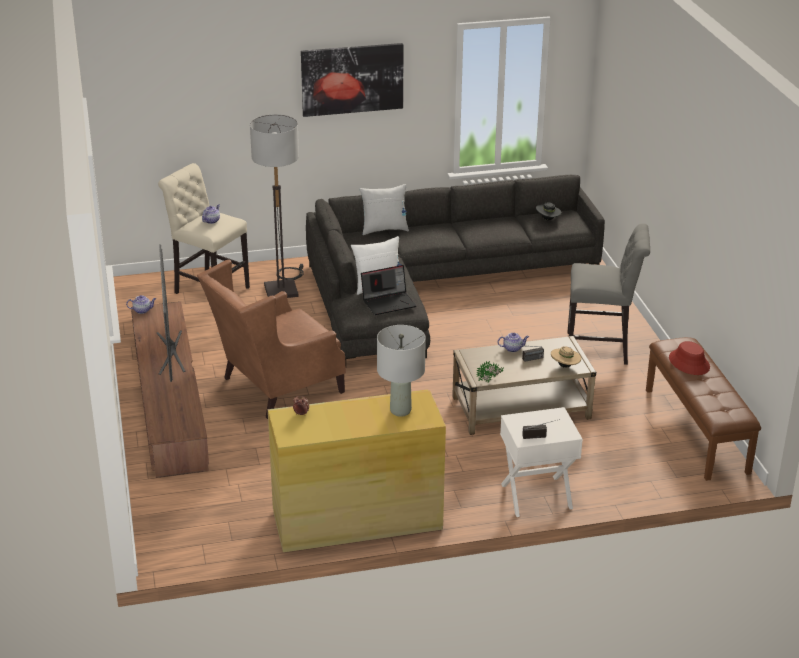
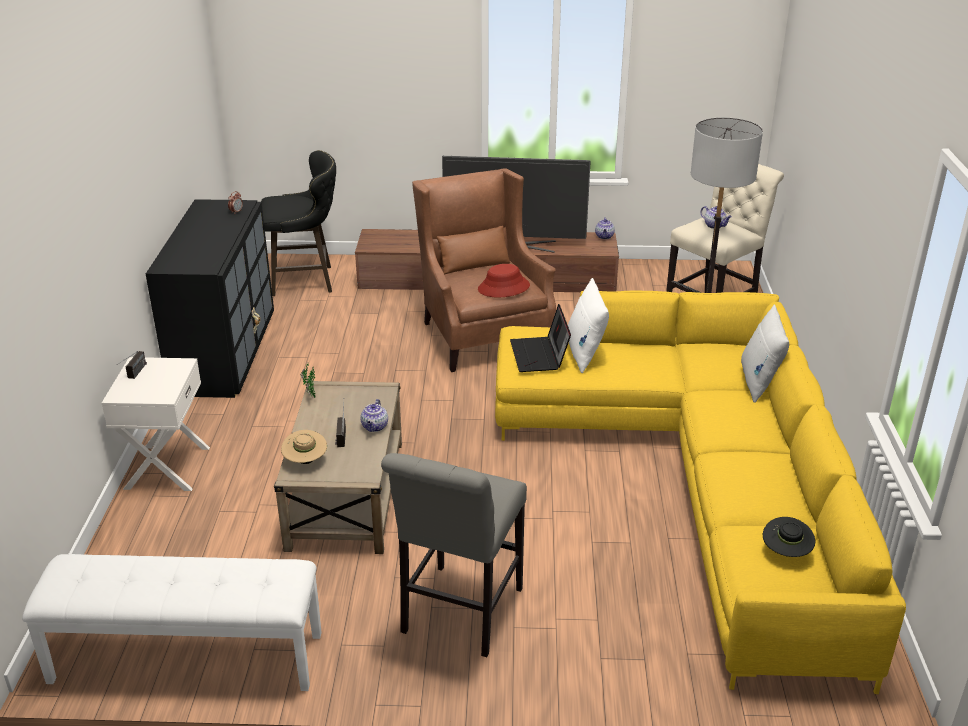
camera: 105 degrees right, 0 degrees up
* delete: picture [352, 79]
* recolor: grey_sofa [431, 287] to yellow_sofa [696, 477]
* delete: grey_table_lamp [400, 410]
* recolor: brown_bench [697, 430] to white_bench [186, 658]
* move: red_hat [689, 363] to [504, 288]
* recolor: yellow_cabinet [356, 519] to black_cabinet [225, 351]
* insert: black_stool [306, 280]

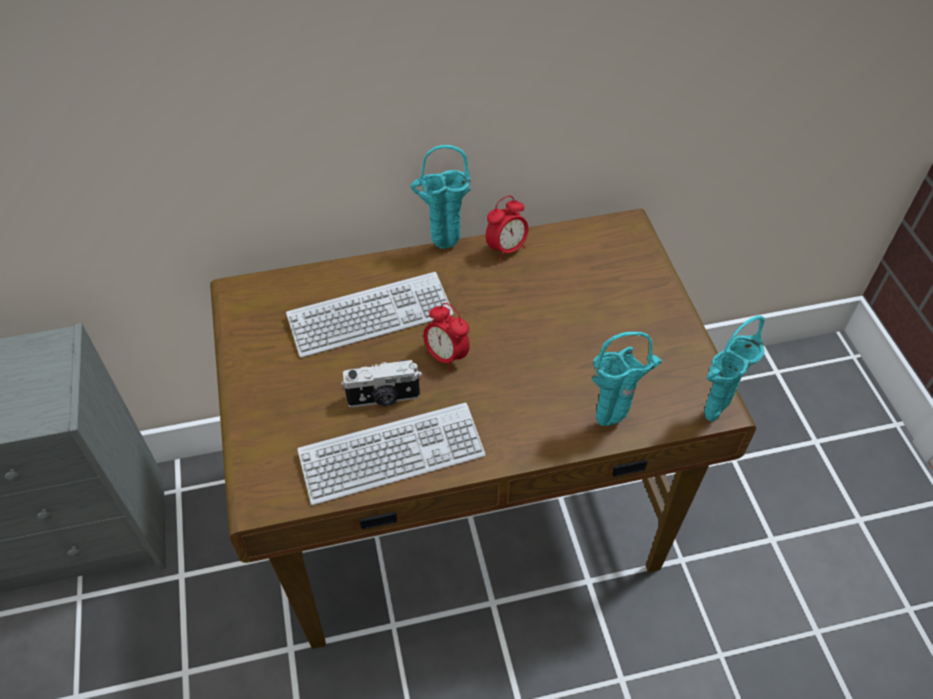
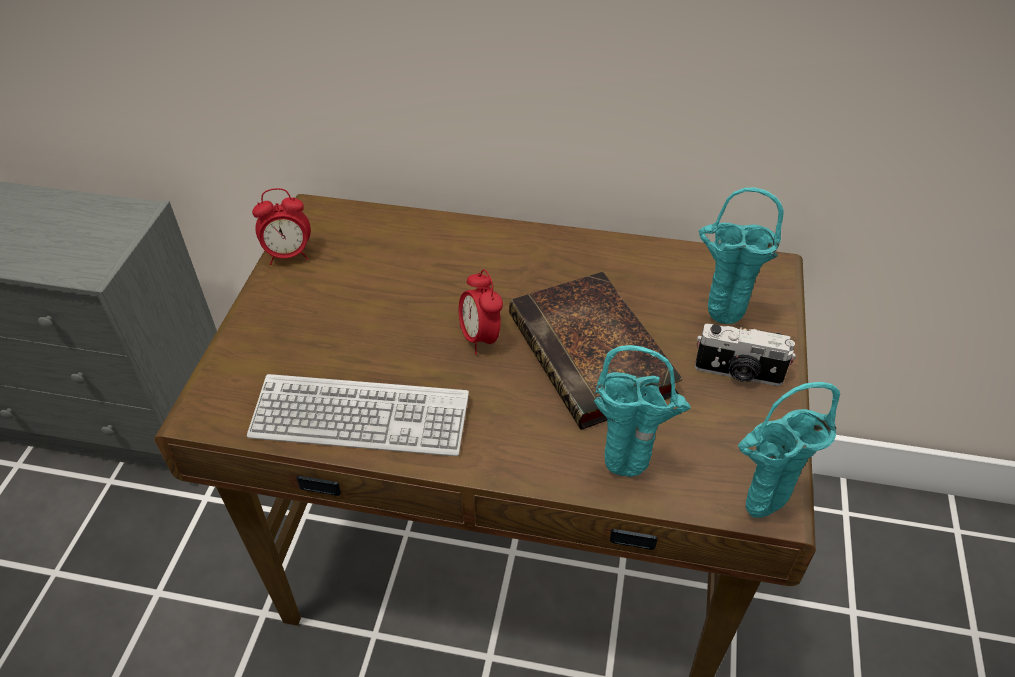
camera: 25 degrees right, 5 degrees down
* move: turquoise_vase [442, 247] to [719, 321]
* move: alarm_clock [506, 249] to [289, 255]
* delete: keyboard [370, 316]
* move: photo_camera [384, 398] to [738, 373]
* insert: book [594, 358]

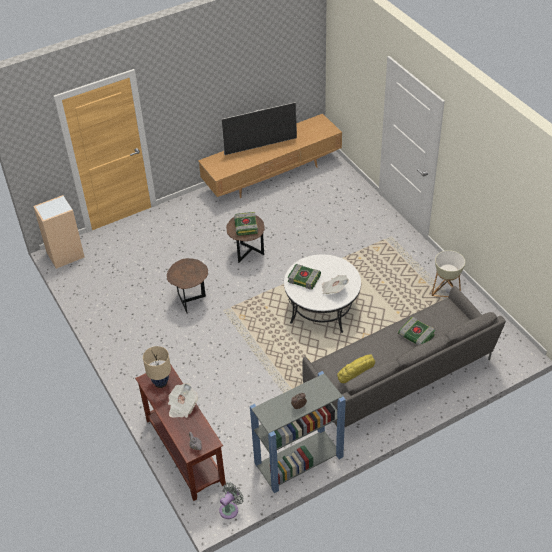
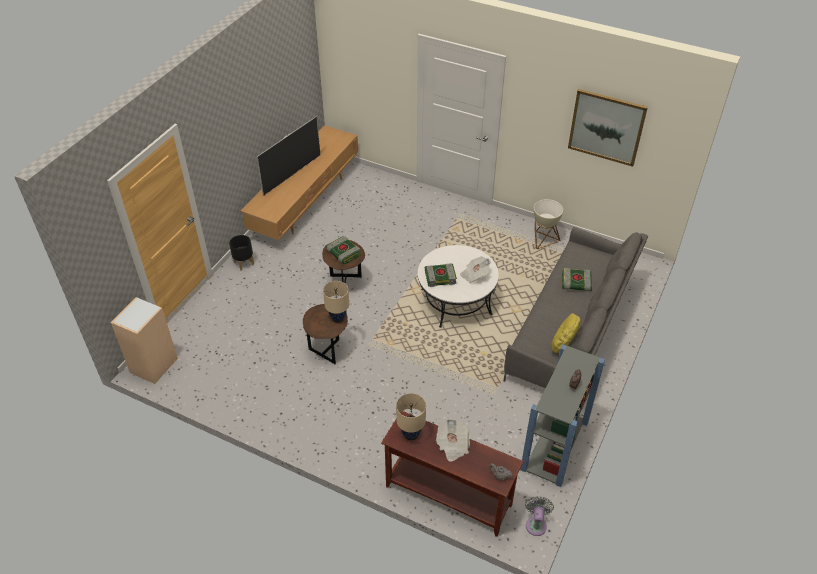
camera: 35 degrees left, 0 degrees up
* insert: picture [606, 127]
* insert: black_planter [243, 263]
* insert: beige_table_lamp [338, 318]

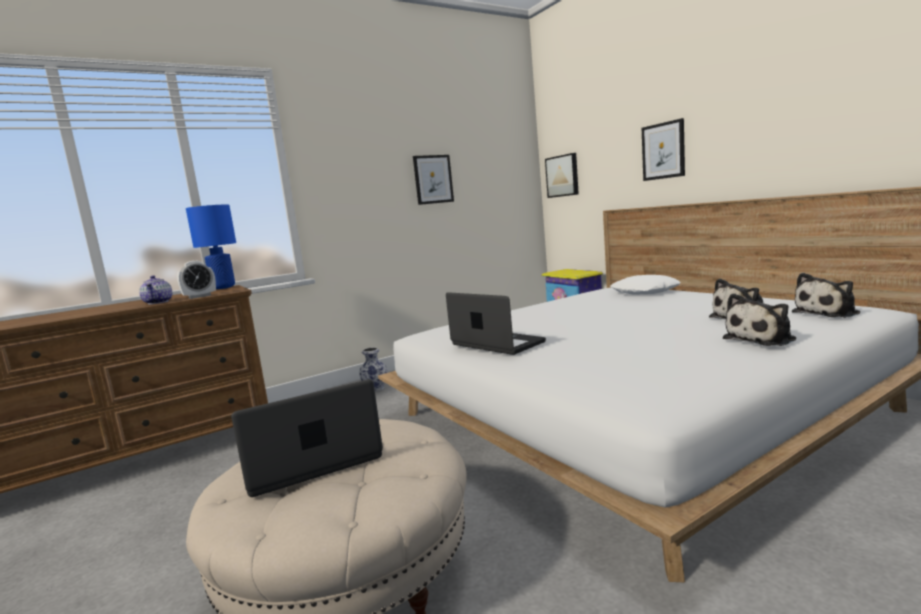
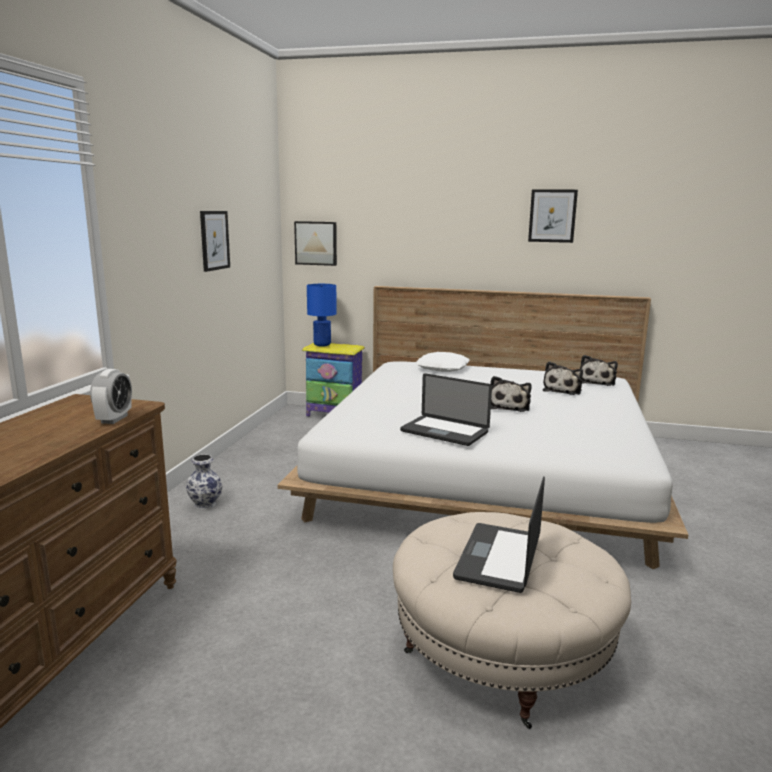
camera: 45 degrees left, 5 degrees up
* move: picture [663, 151] to [552, 216]
* move: blue_table_lamp [223, 288] to [322, 345]
* delete: teapot [158, 302]
* rotate: laptop [497, 343] = [444, 432] 150 degrees counterclockwise
* move: plush_toy [762, 339] to [509, 406]

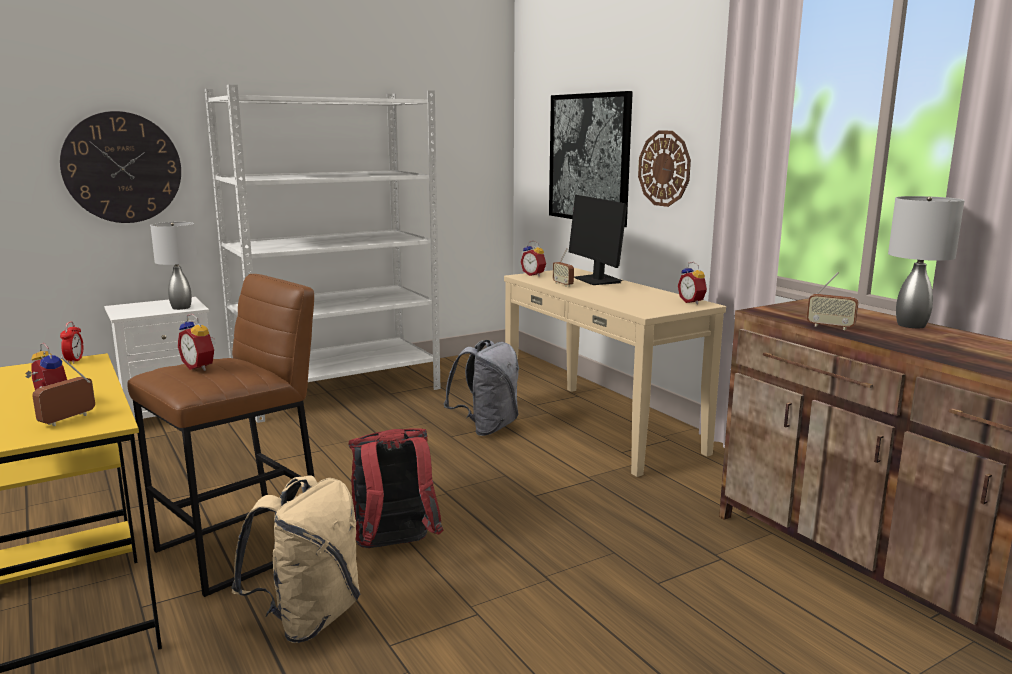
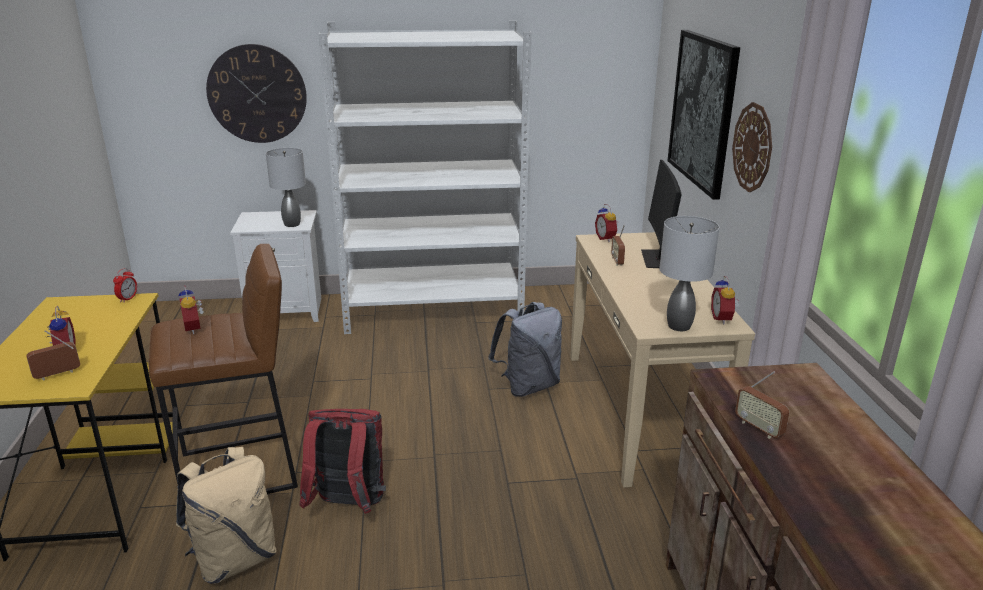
camera: 25 degrees right, 10 degrees up
* move: grey_table_lamp [912, 325] to [680, 326]

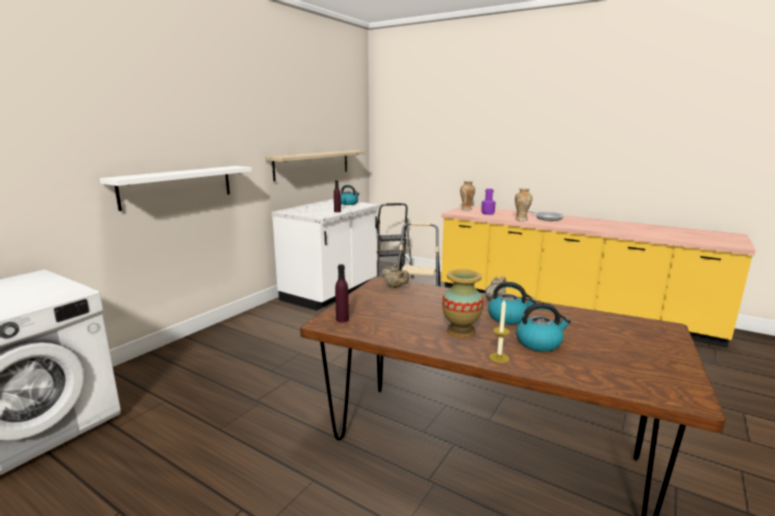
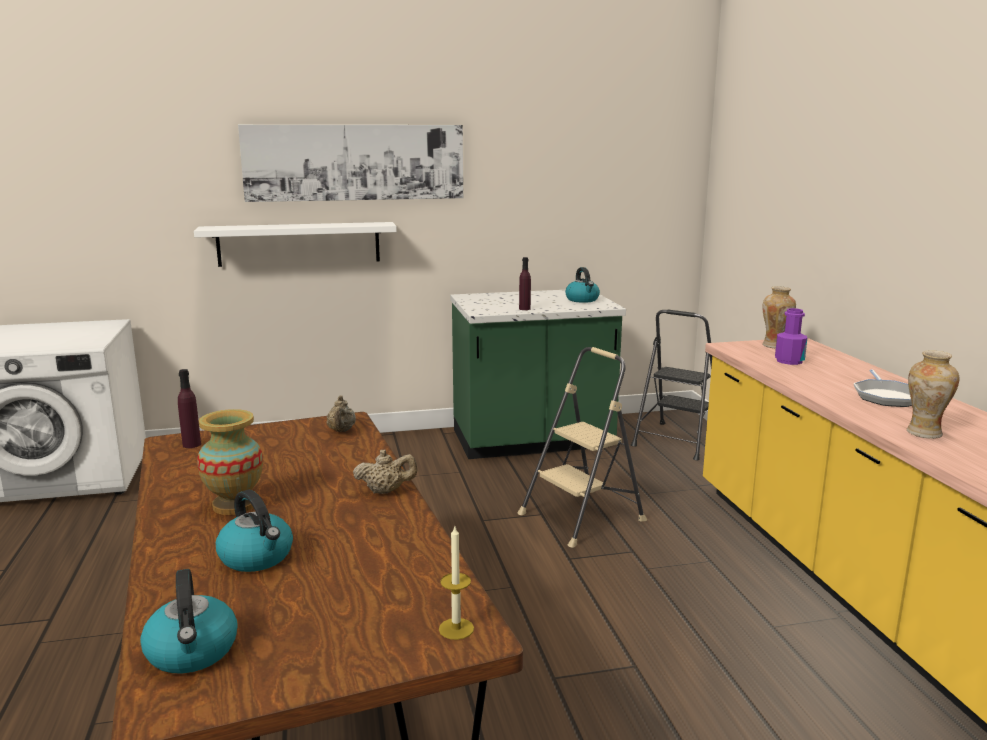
camera: 45 degrees right, 0 degrees up
* delete: shelf [312, 164]
* move: vase [521, 220] to [924, 433]
* recolor: white_counter [331, 292] to green_counter [532, 441]
* move: kettle [508, 318] to [192, 652]
* move: candle [499, 358] to [456, 629]
* insert: picture [355, 162]

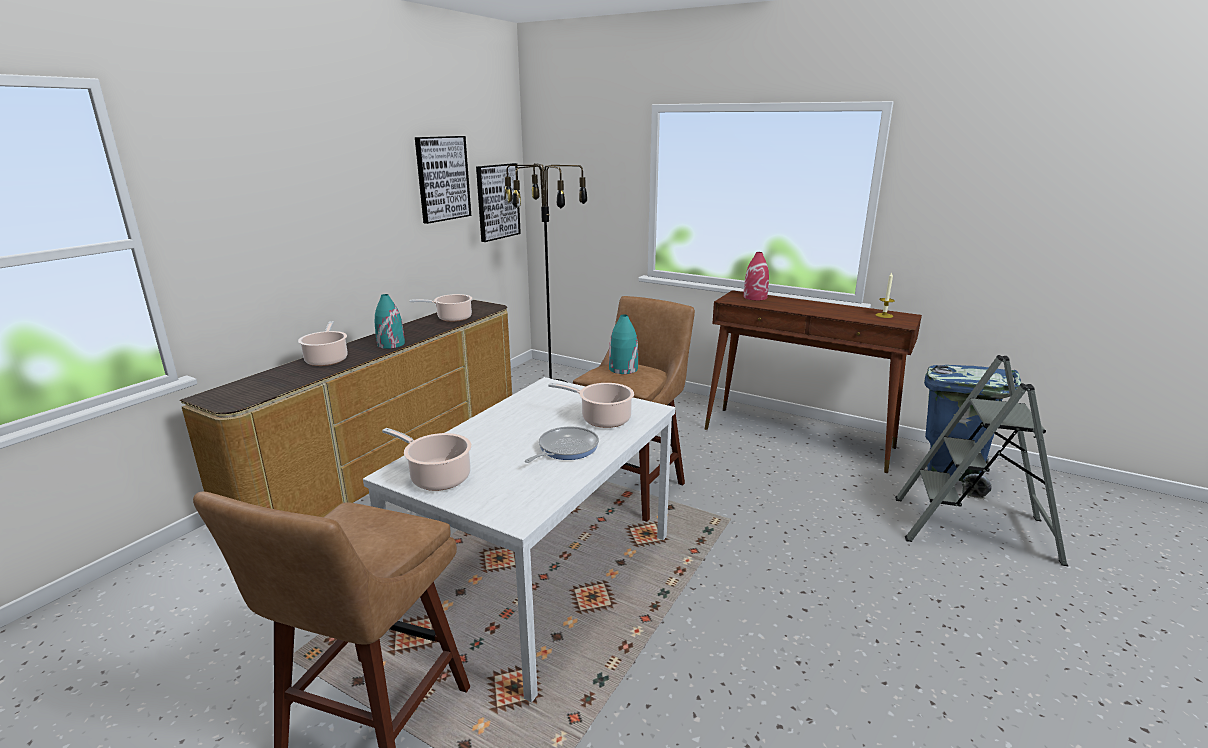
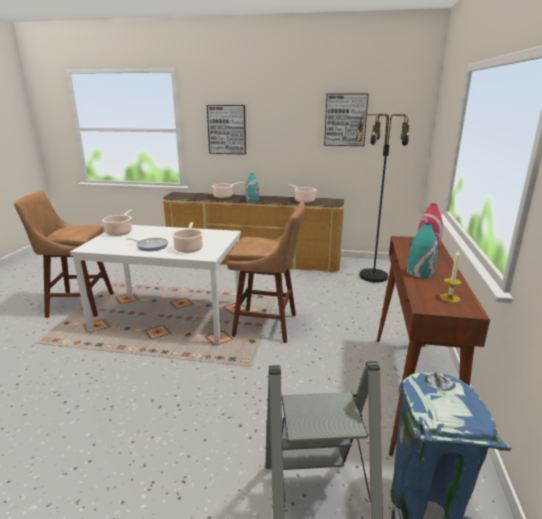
camera: 70 degrees right, 0 degrees up
* move: picture [497, 201] to [227, 129]
* move: turquoise_vase [623, 369] to [420, 272]

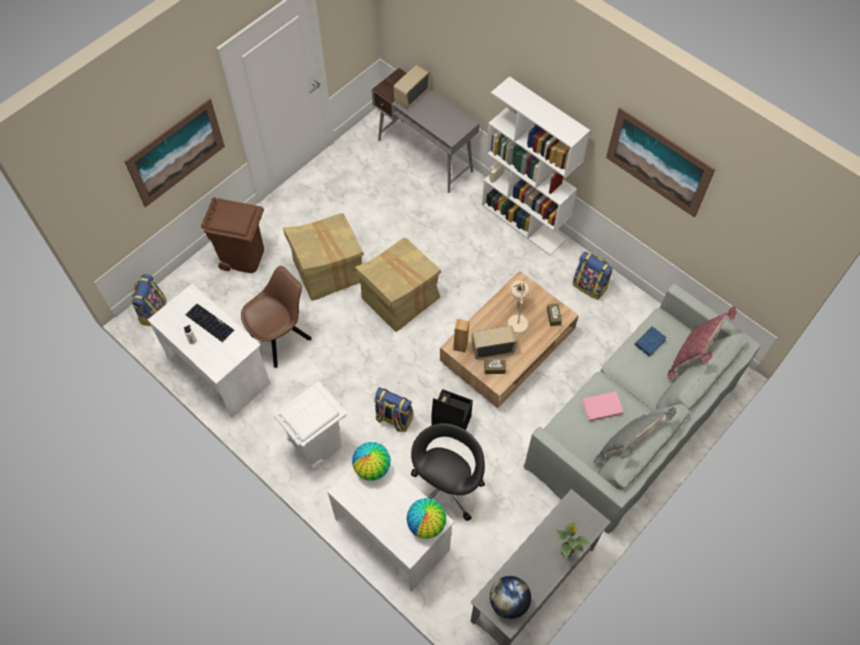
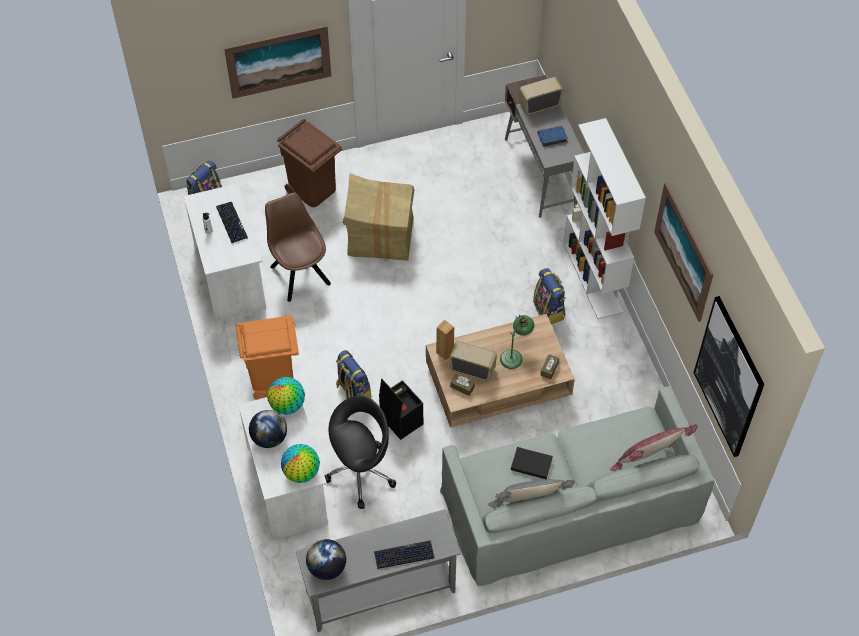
camera: 30 degrees right, 5 degrees down
* delete: cardboard_box [400, 298]
* move: backpack [590, 286] to [549, 310]
* rotate: brown_chair [280, 338] = [299, 275] 105 degrees counterclockwise
* recolor: beige_table_lamp [517, 315] to green_table_lamp [515, 351]
* move: blue_book [650, 343] to [552, 137]
* recolor: white_trash_can [317, 443] to orange_trash_can [273, 378]
* recolor: pink_book [602, 406] to black_book [532, 463]
* replace: potted_plant [566, 551] to keyboard [404, 555]
* insert: picture [729, 377]
* insert: globe [269, 438]

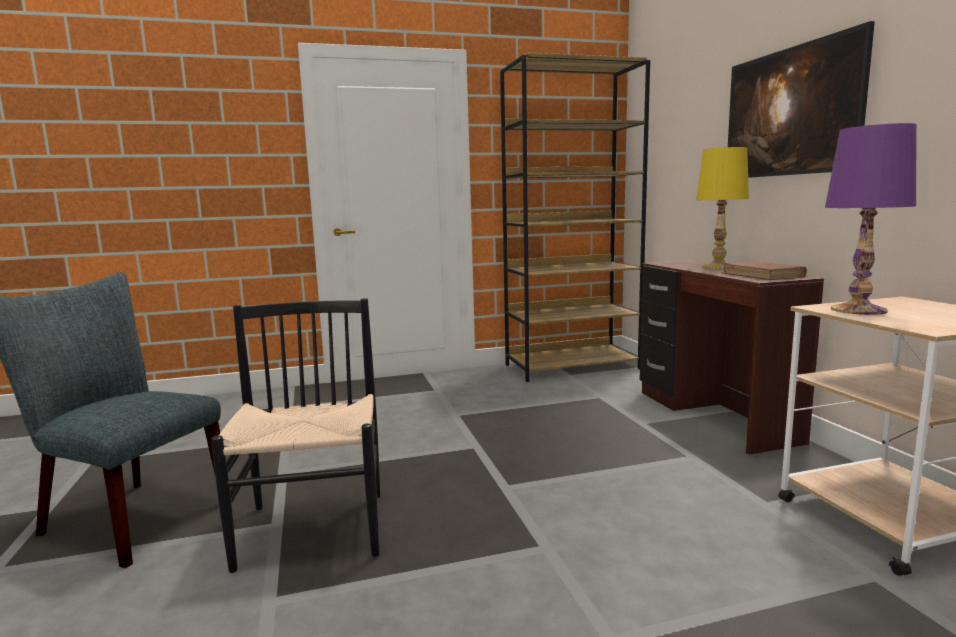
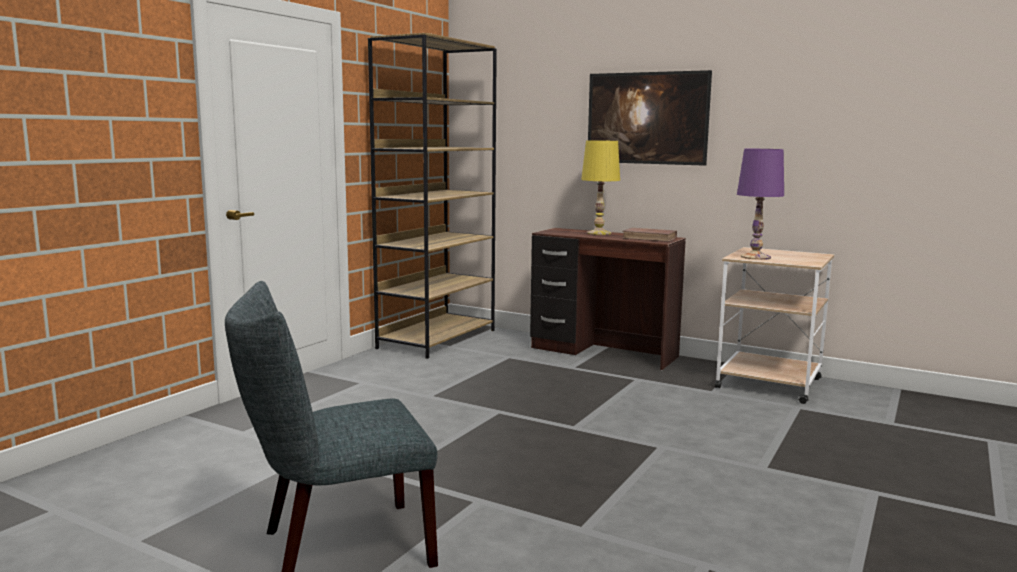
camera: 45 degrees left, 0 degrees up
* delete: black_chair [314, 526]

